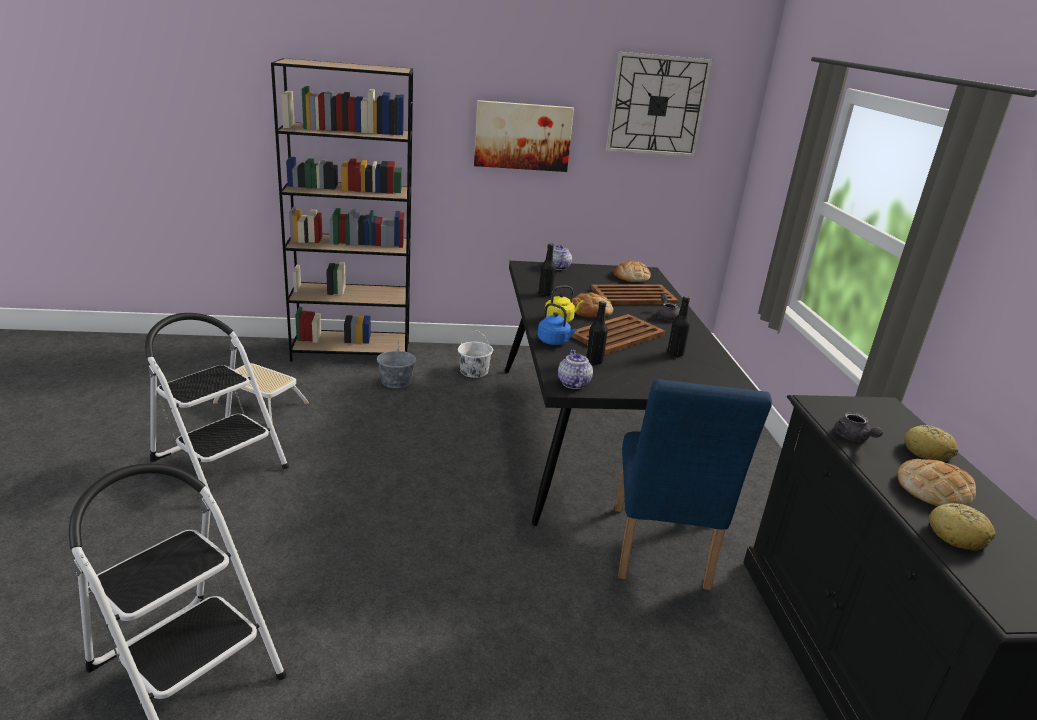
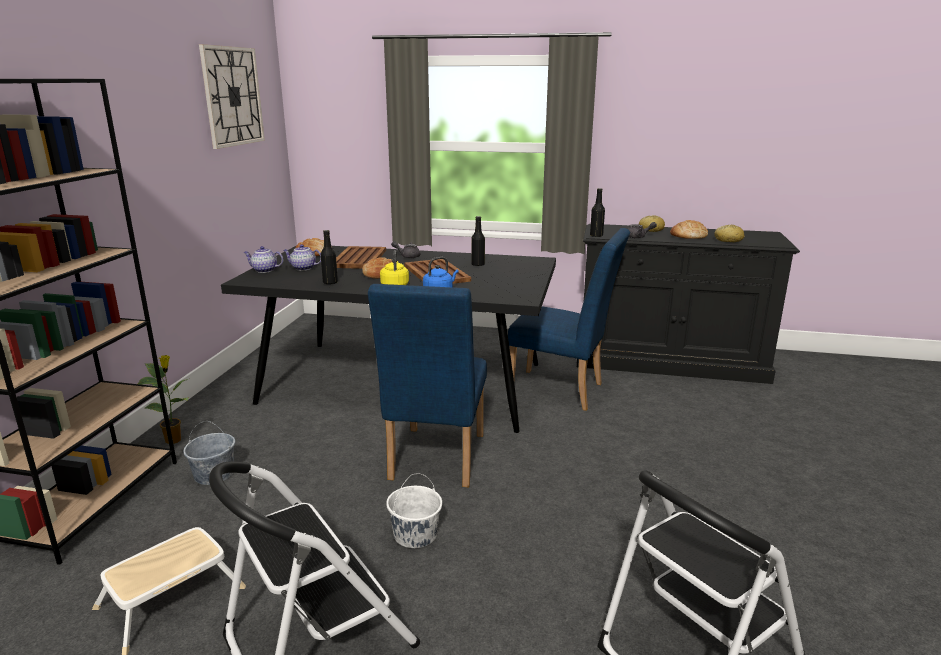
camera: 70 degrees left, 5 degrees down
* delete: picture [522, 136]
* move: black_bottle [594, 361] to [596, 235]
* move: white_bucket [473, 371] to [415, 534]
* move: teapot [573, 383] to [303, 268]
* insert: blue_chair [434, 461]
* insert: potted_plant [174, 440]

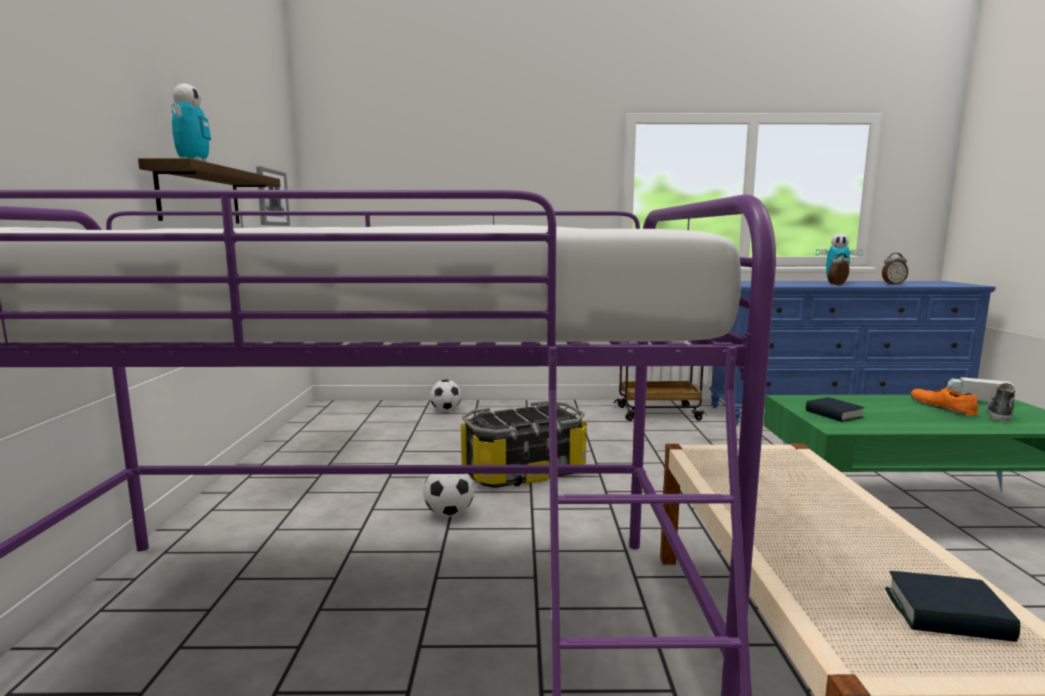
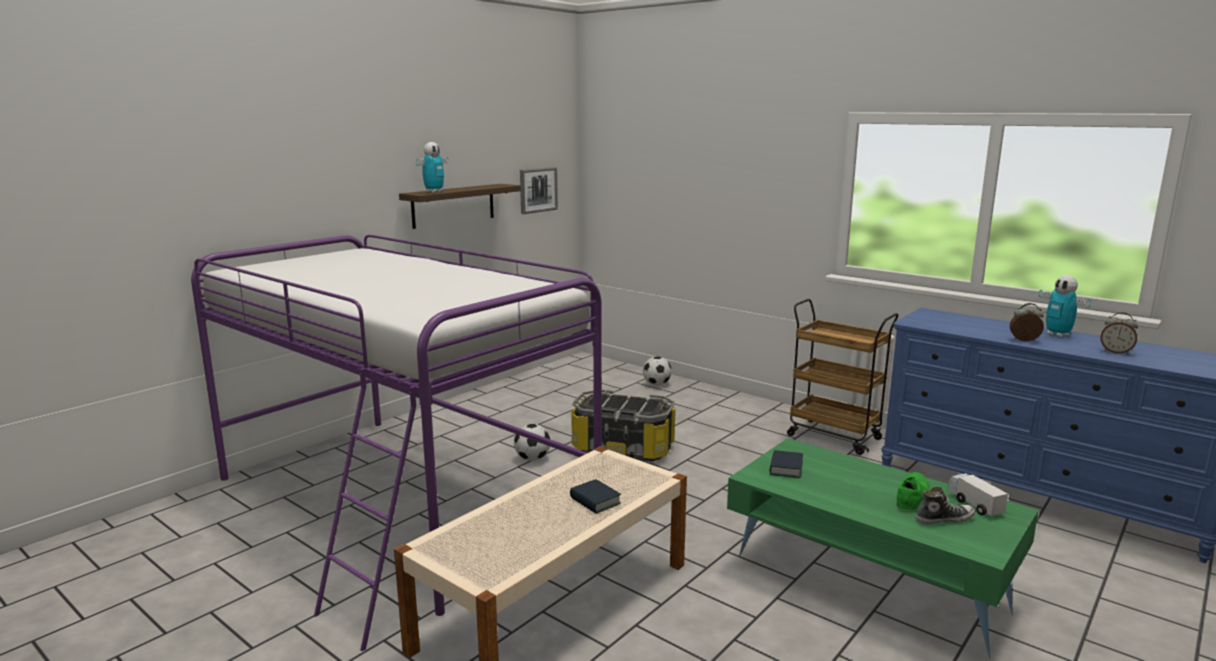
camera: 40 degrees right, 5 degrees up
* recolor: orange_shoe [942, 407] to green_shoe [911, 496]
* move: book [947, 616] to [595, 501]

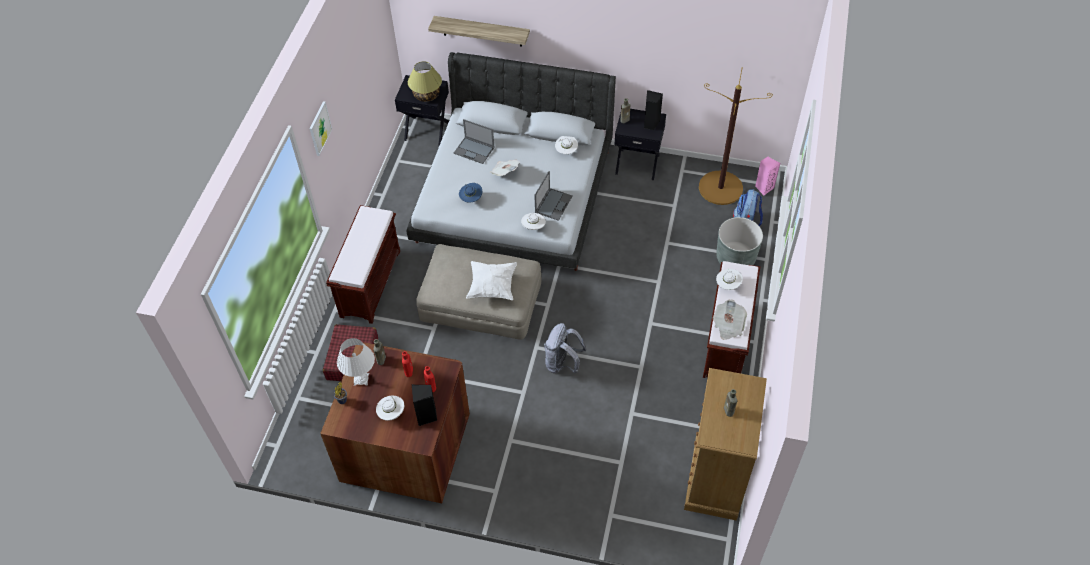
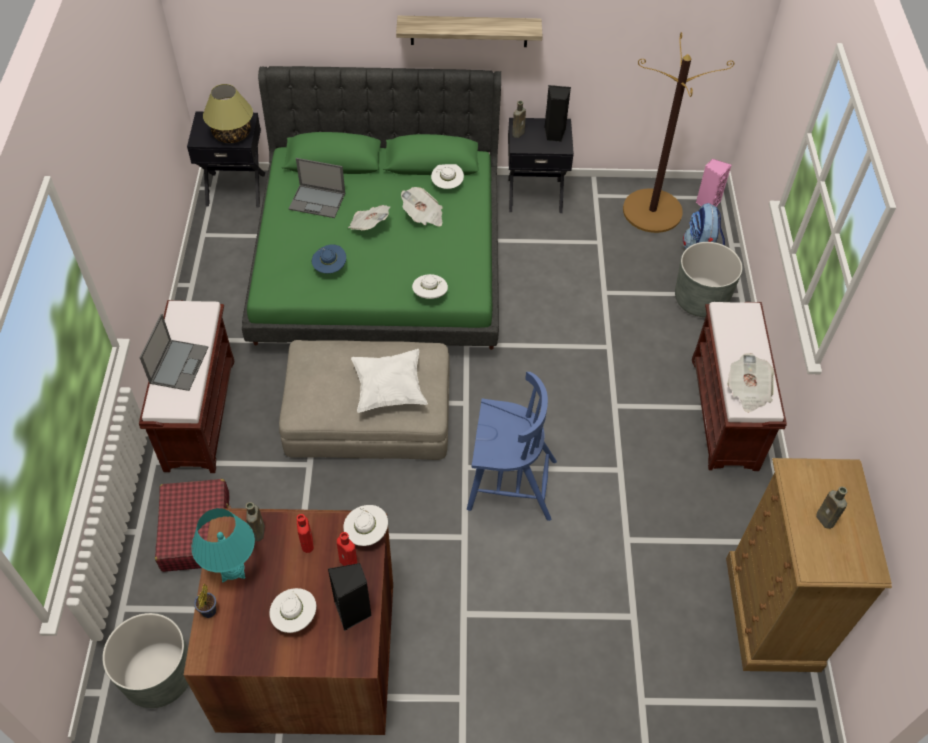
camera: 15 degrees left, 0 degrees up
* move: shelf [482, 31] to [469, 31]
* recolor: grey_bed [514, 197] to green_bed [380, 261]
* delete: picture [320, 128]
* move: laptop [553, 204] to [179, 364]
* move: white_hat [728, 285] to [366, 533]
* replace: grey_backpack [562, 363] to blue_chair [509, 484]
* recolor: white_table_lamp [361, 379] to turquoise_table_lamp [232, 570]
* insert: newspaper [423, 216]
* insert: grey_planter [159, 676]

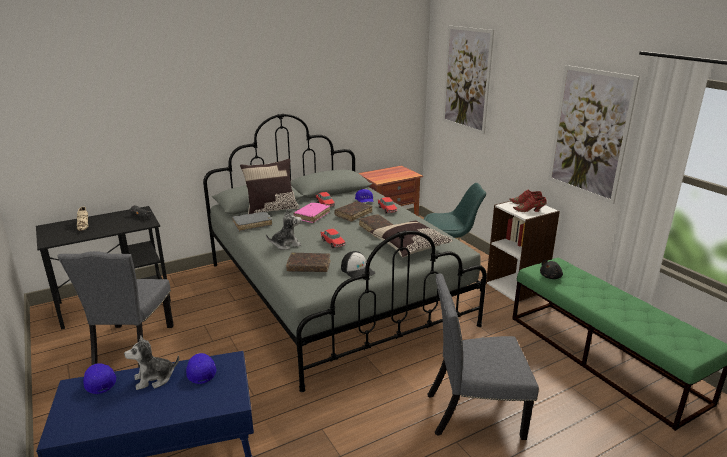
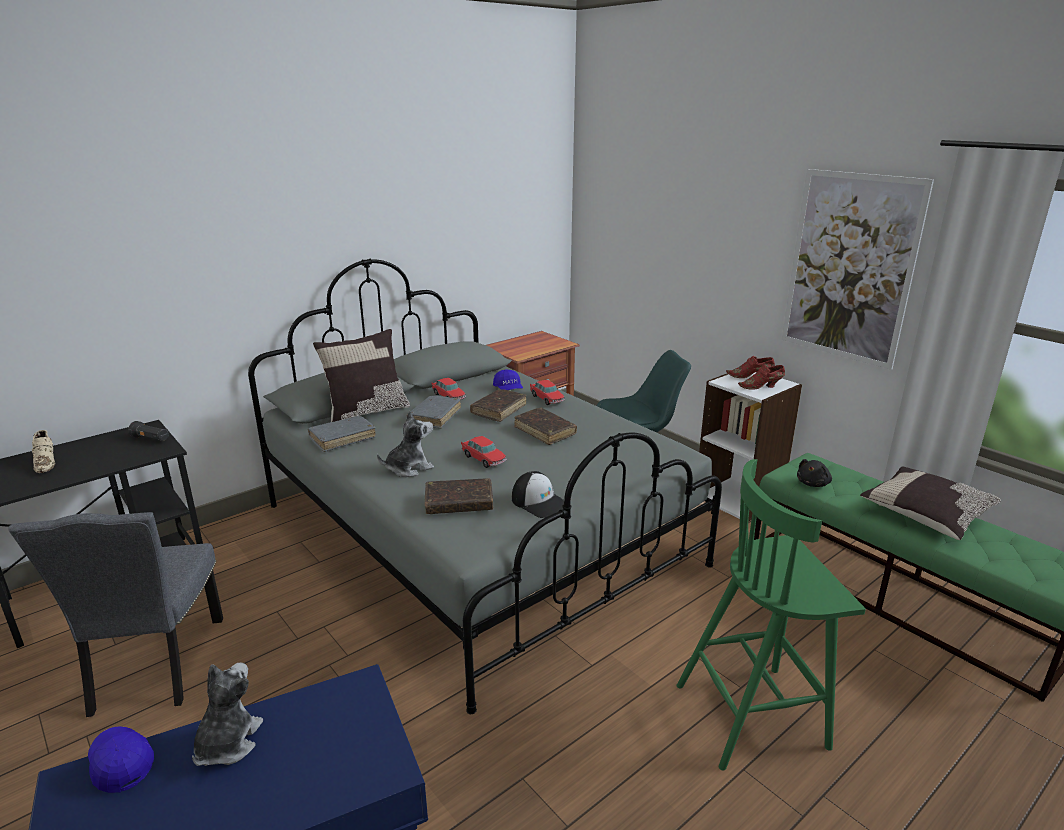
camera: 10 degrees left, 0 degrees up
* delete: picture [466, 79]
* recolor: pink_book [312, 216] to grey_book [435, 417]
* move: pillow [410, 247] to [925, 514]
* replace: grey_chair [476, 413] to green_stool [755, 714]
* rotate: plush_toy [154, 379] = [227, 743] 135 degrees clockwise
* delete: blue_cap [201, 371]

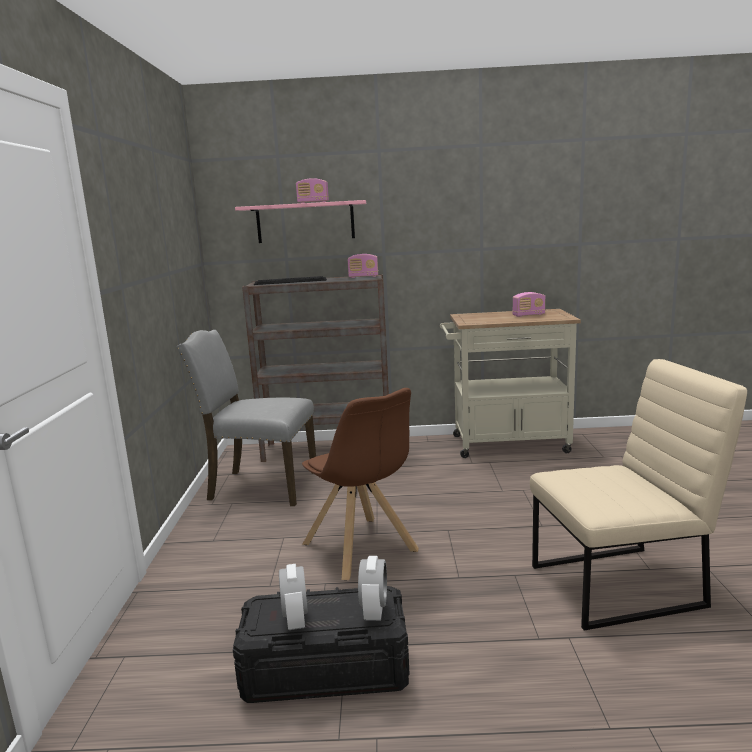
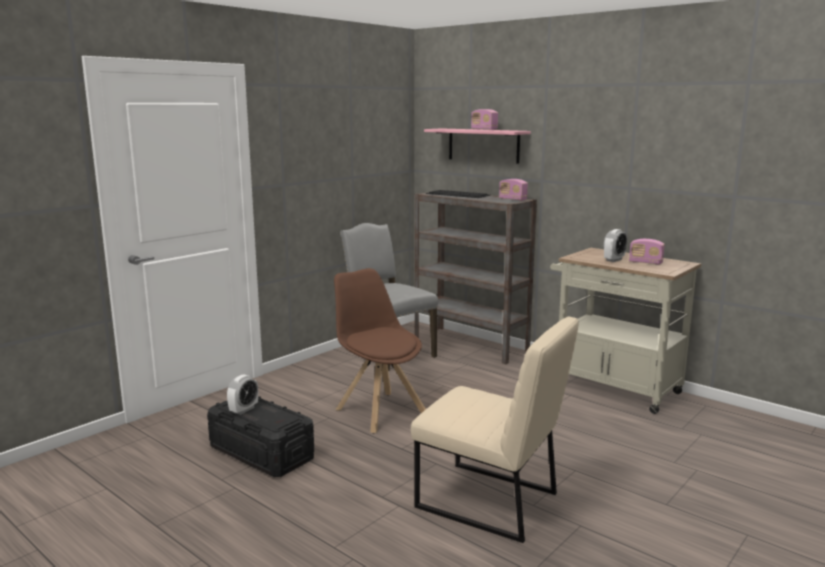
camera: 40 degrees right, 0 degrees up
* rotate: brown_chair [362, 549] = [378, 410] 135 degrees clockwise
* move: alarm_clock [374, 610] to [614, 260]

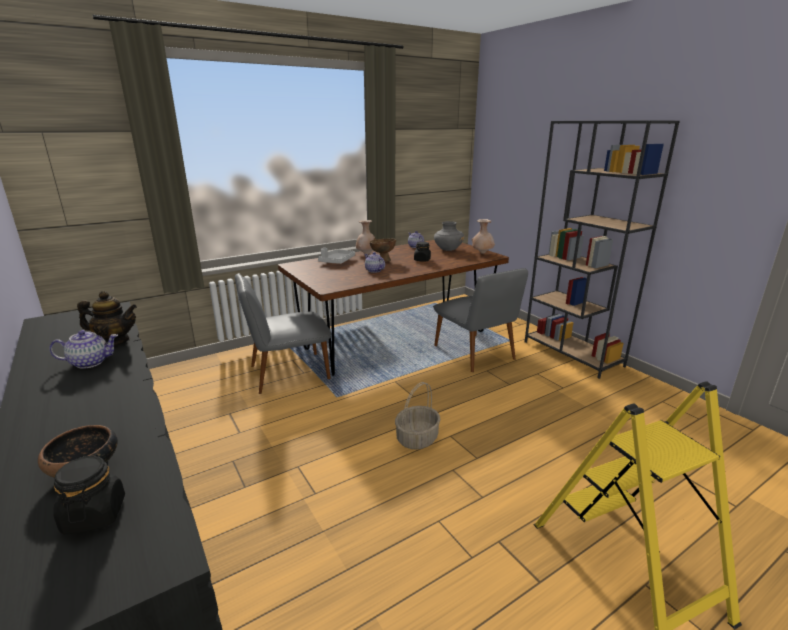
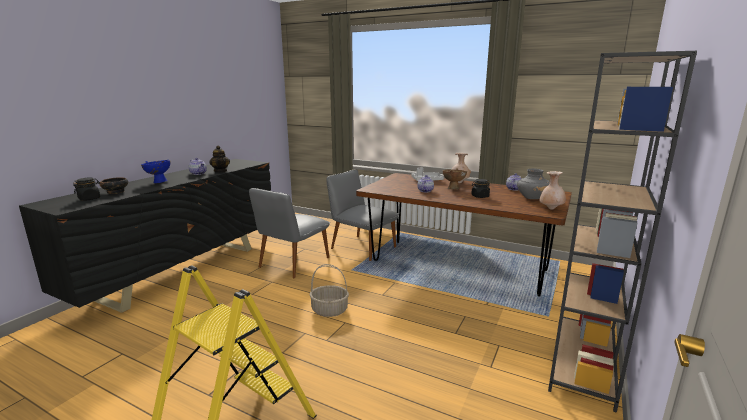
camera: 60 degrees right, 5 degrees down
* move: grey_chair [473, 352] to [294, 262]
* insert: blue_bowl [158, 182]

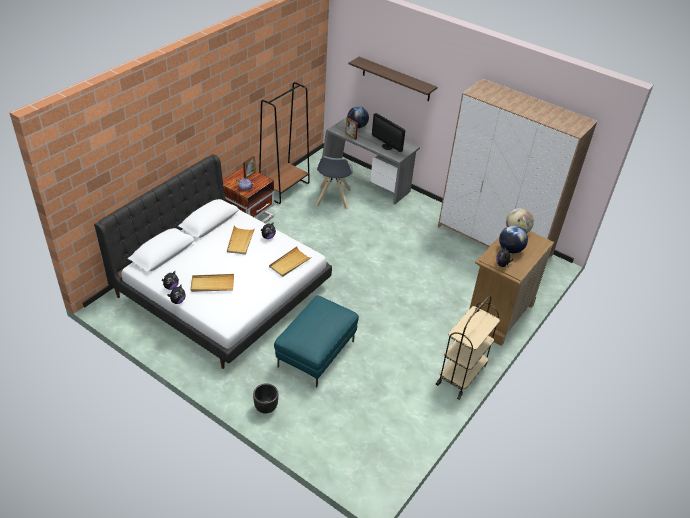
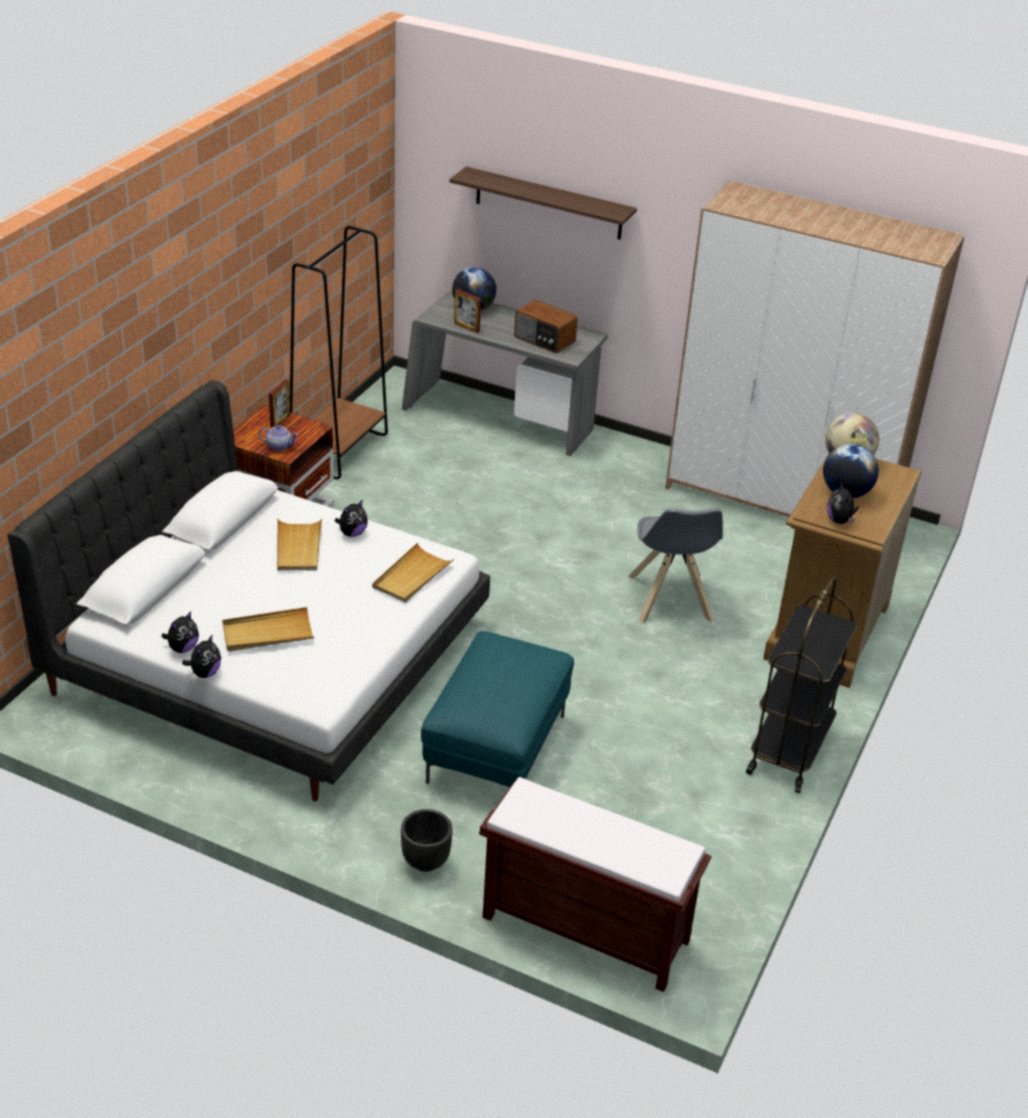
camera: 10 degrees left, 5 degrees down
* replace: monitor [387, 146] to radio [544, 340]
* move: grey_chair [333, 198] to [670, 600]
* recolor: beige_cart [462, 374] to black_cart [791, 748]
* insert: brown_bench [583, 929]

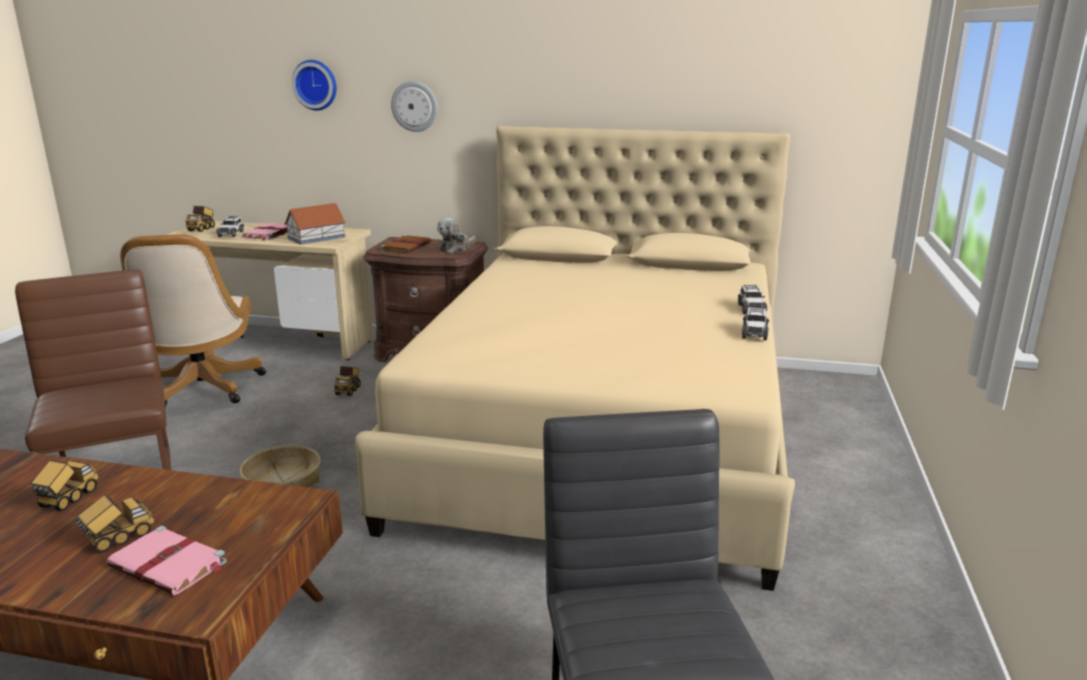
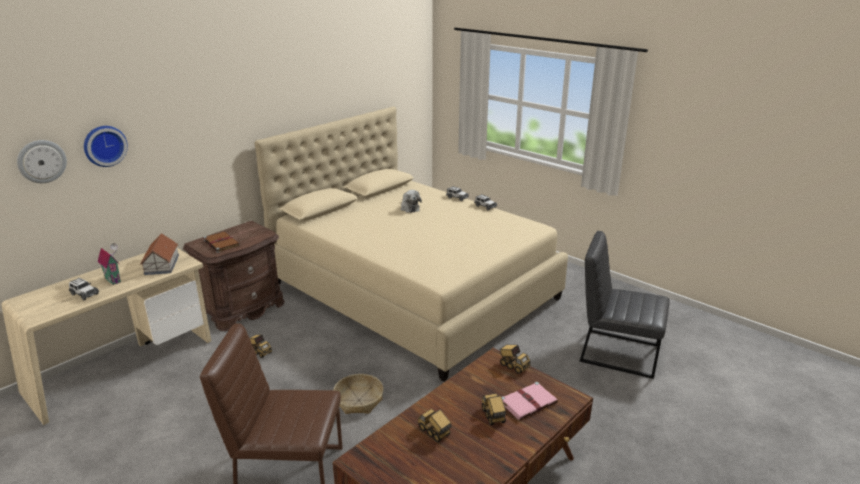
camera: 60 degrees left, 5 degrees up
* move: wall_clock [414, 106] to [41, 161]
* move: toy_truck [202, 229] to [513, 366]
* move: plush_toy [456, 248] to [409, 208]
* replace: pink_book [268, 234] to toy_house [114, 280]
* delete: office_chair [201, 391]

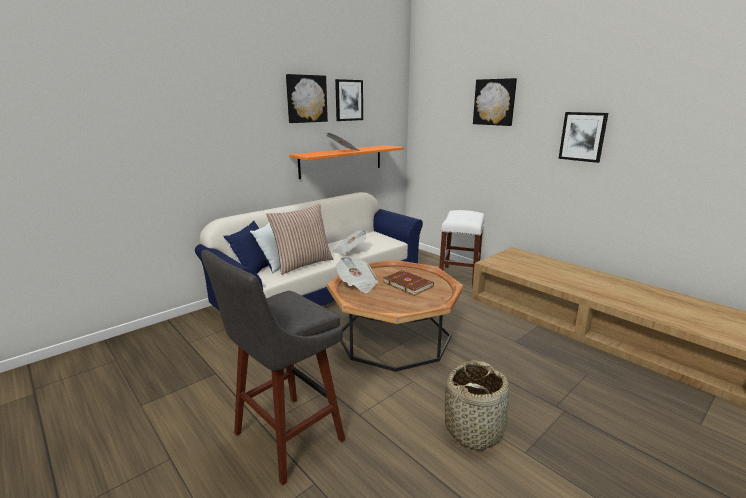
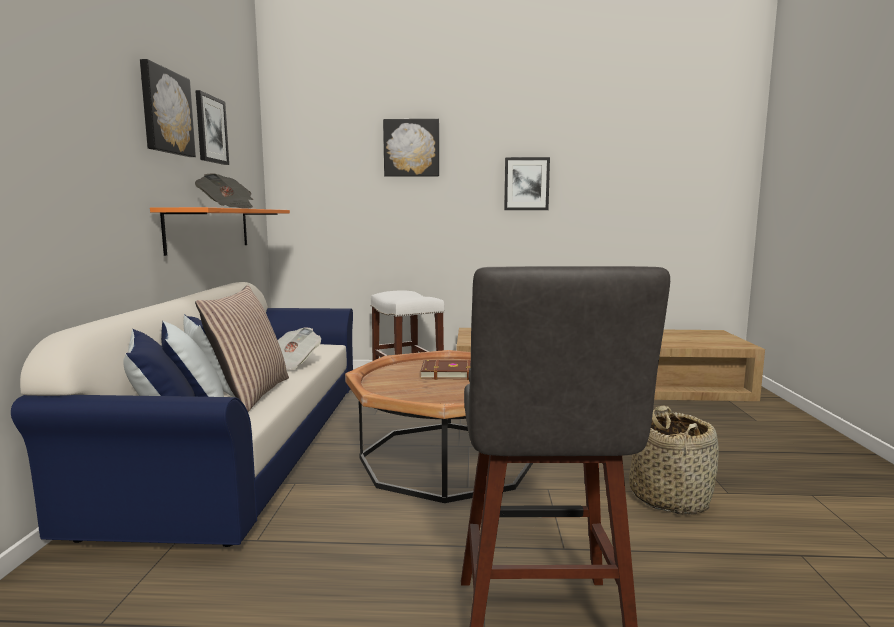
camera: 45 degrees left, 10 degrees down
* delete: newspaper [357, 284]

